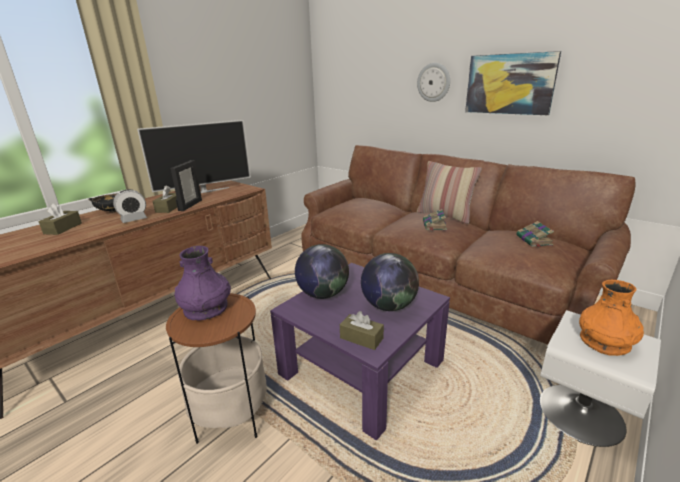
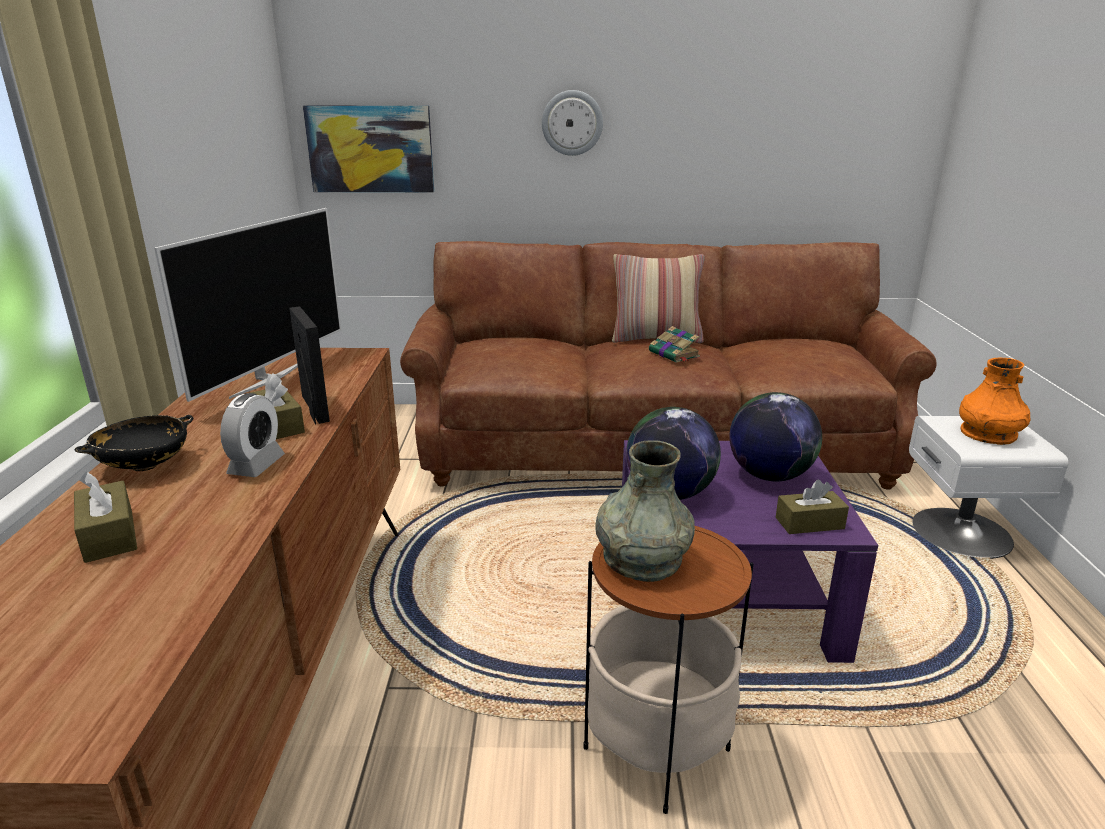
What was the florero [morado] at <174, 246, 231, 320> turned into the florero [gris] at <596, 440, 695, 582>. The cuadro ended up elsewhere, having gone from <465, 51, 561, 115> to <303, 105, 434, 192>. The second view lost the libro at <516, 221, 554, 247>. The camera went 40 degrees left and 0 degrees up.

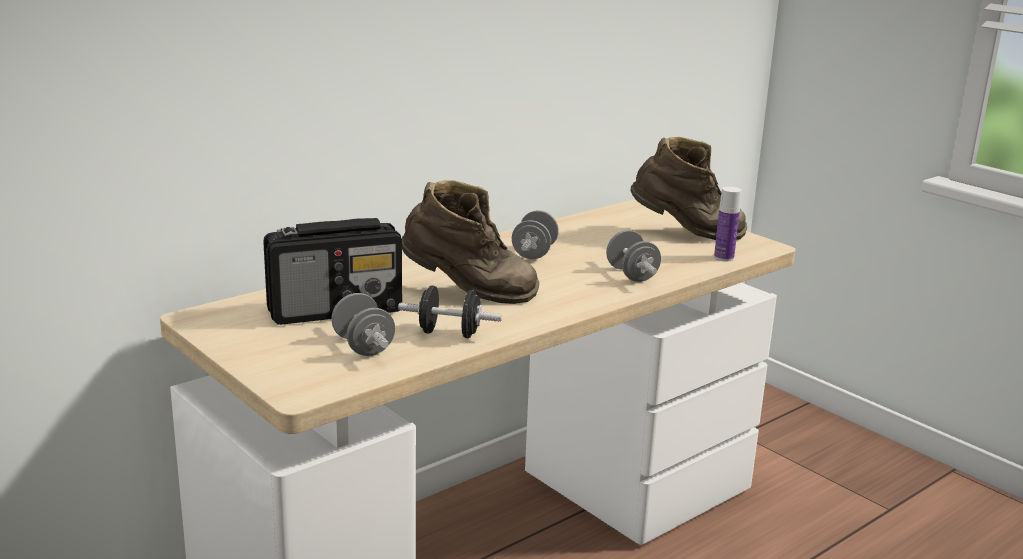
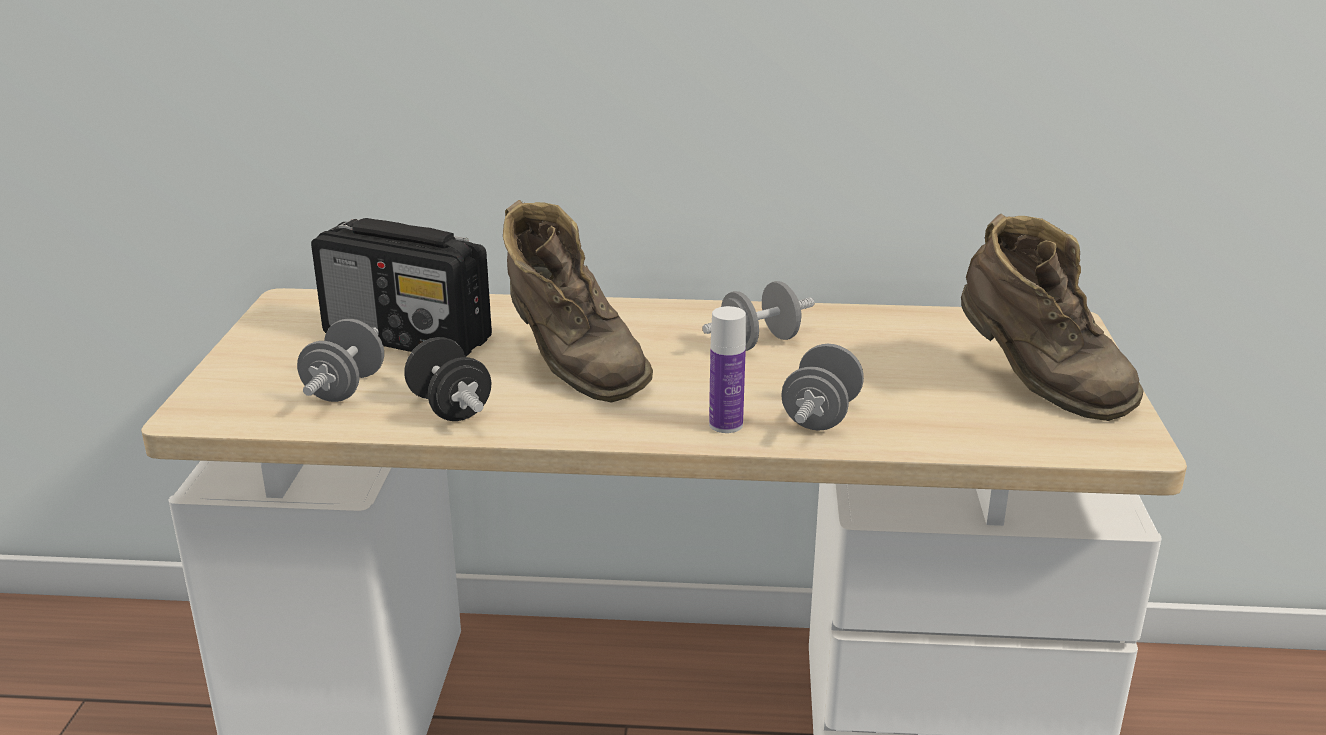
The botella ended up elsewhere, having gone from <714, 187, 742, 261> to <709, 306, 746, 433>. The camera went 45 degrees right and 5 degrees up.

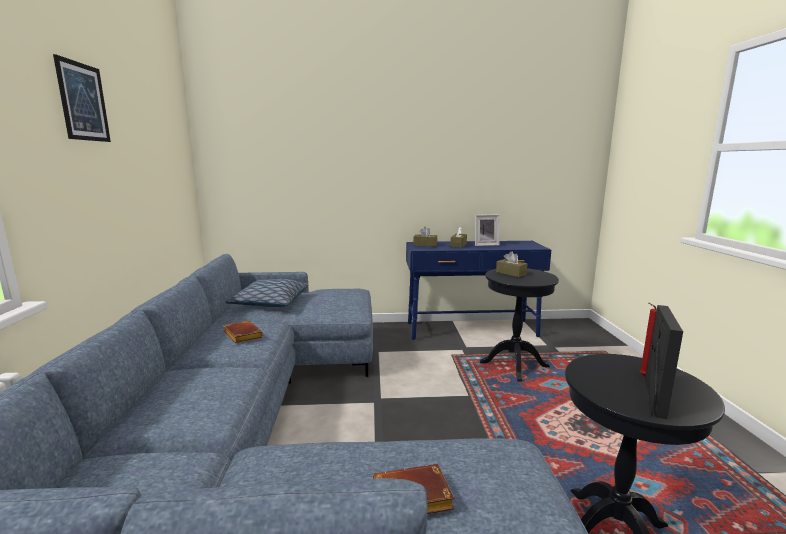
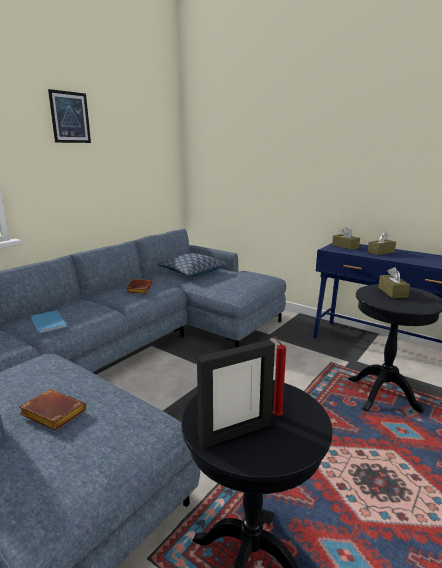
The second view lost the portarretratos at <475, 215, 500, 246>. The second view gained the libro [azul] at <31, 311, 67, 334>. The camera went 40 degrees right and 5 degrees up.

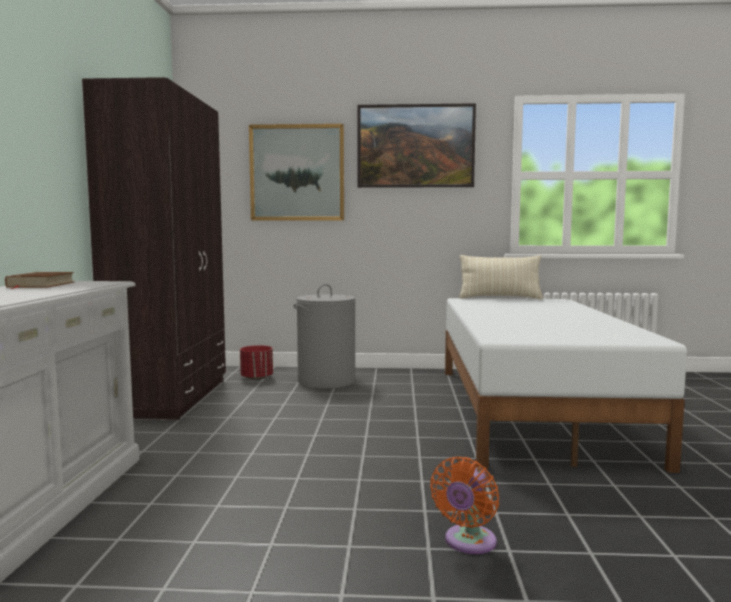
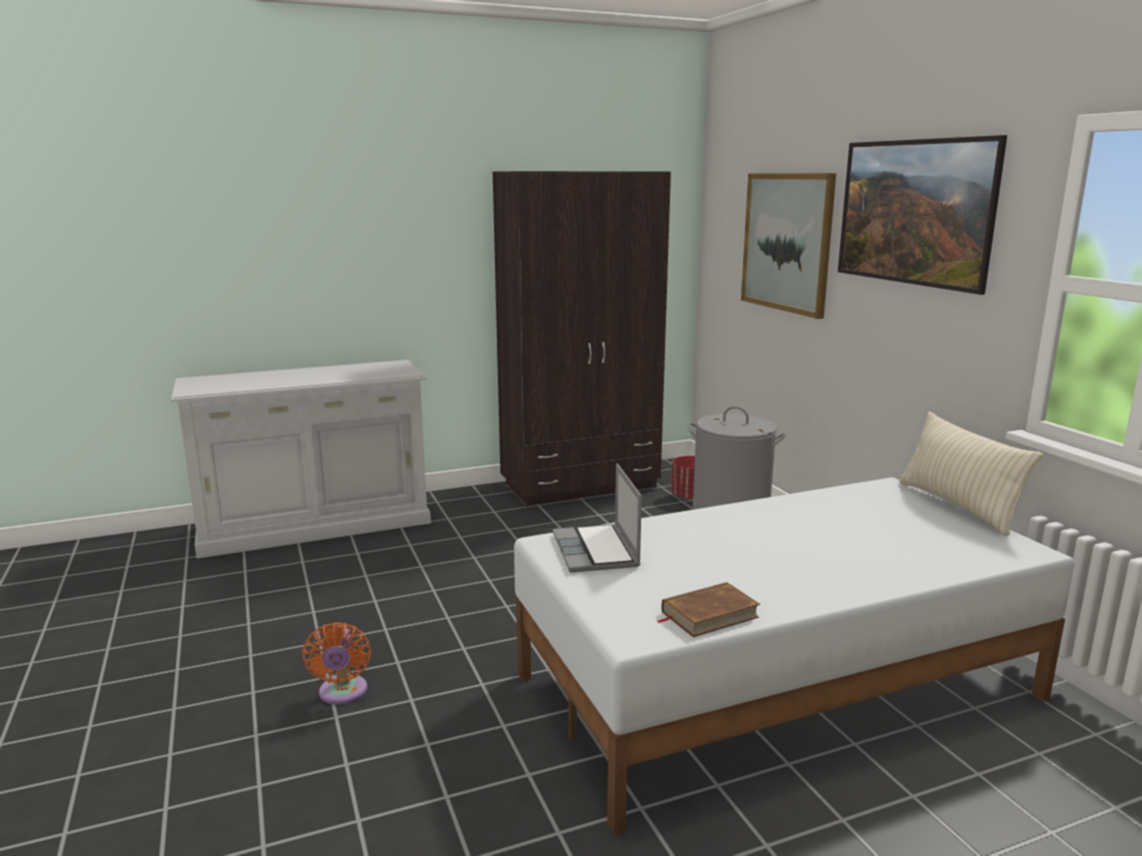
The libro [marrón] ended up elsewhere, having gone from <5, 272, 74, 289> to <657, 582, 760, 637>. The ventilador [naranja] at <430, 457, 499, 554> ended up facing another way, 105 degrees counterclockwise from before. The second view gained the portátil at <553, 463, 642, 573>. The camera went 65 degrees right and 10 degrees up.

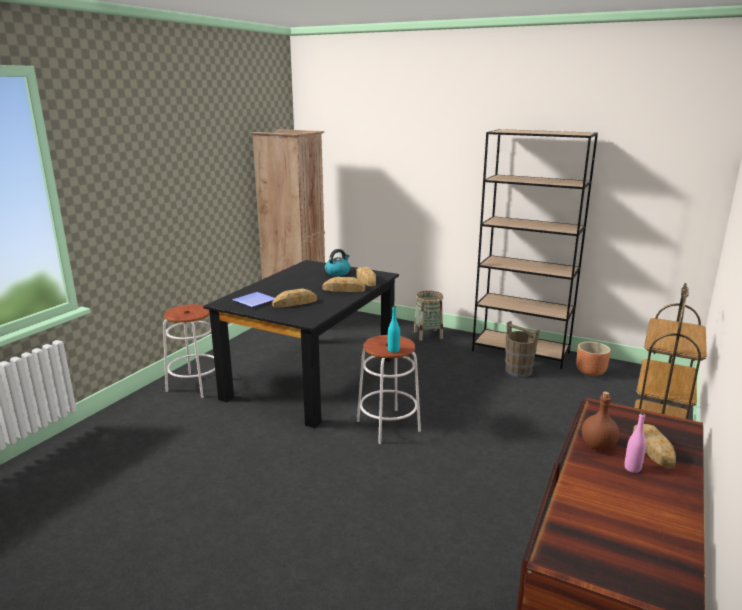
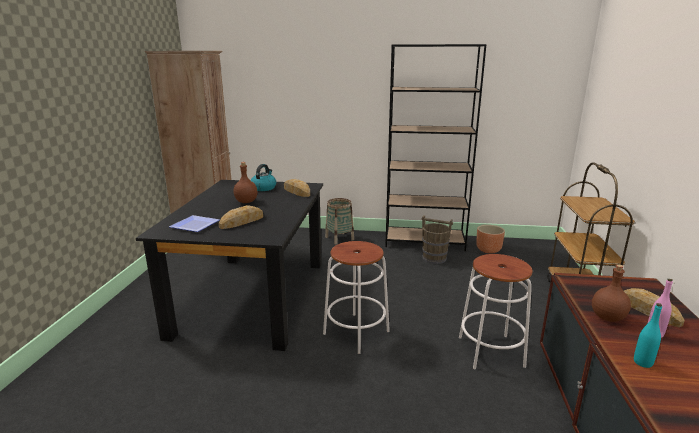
The taburete [blanco] ended up elsewhere, having gone from <163, 304, 215, 398> to <459, 254, 533, 369>. The second view lost the pan at <322, 277, 365, 292>. The botella [turquesa] ended up elsewhere, having gone from <388, 306, 400, 353> to <634, 303, 662, 368>. The second view gained the botella [marrón] at <233, 162, 258, 203>. The camera went 20 degrees left and 0 degrees up.

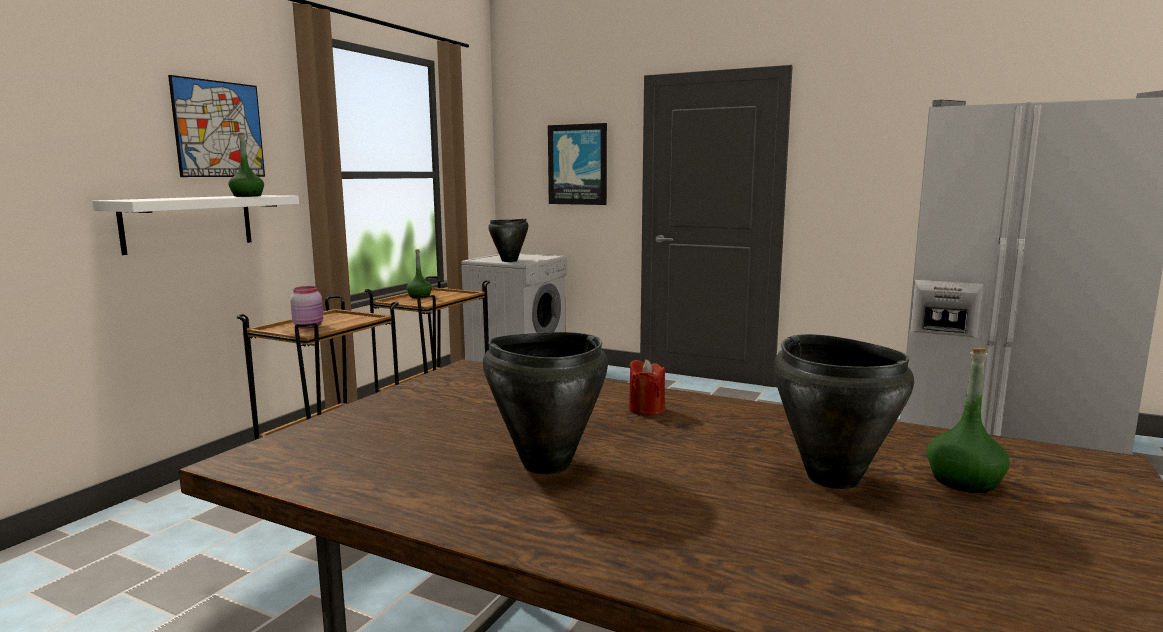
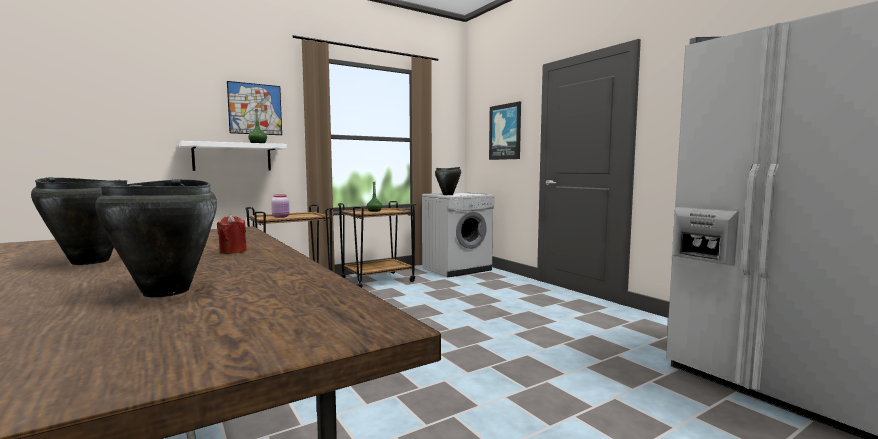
The second view lost the botella [verde] at <927, 347, 1010, 493>. The camera went 30 degrees right and 5 degrees down.

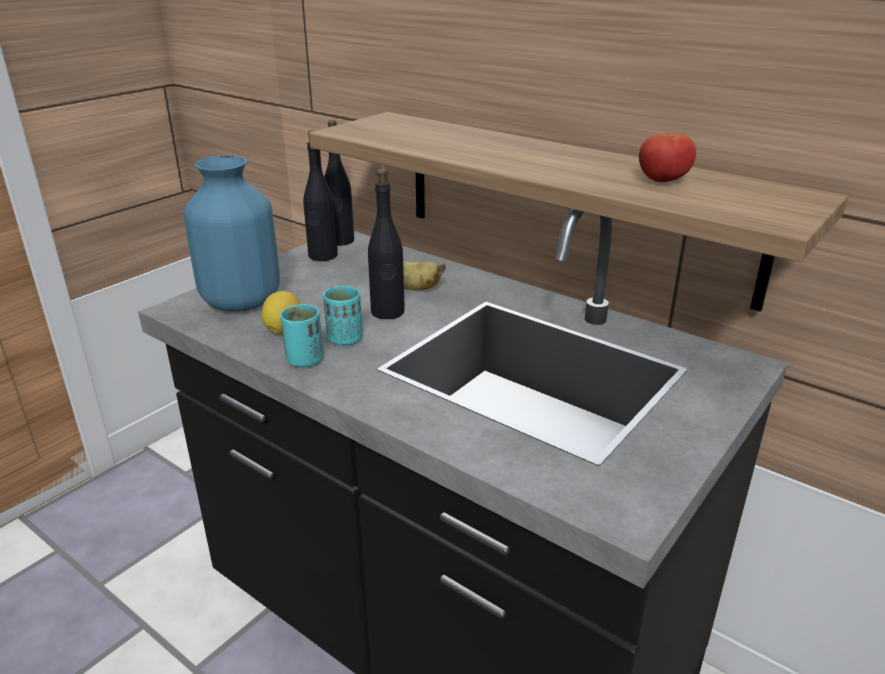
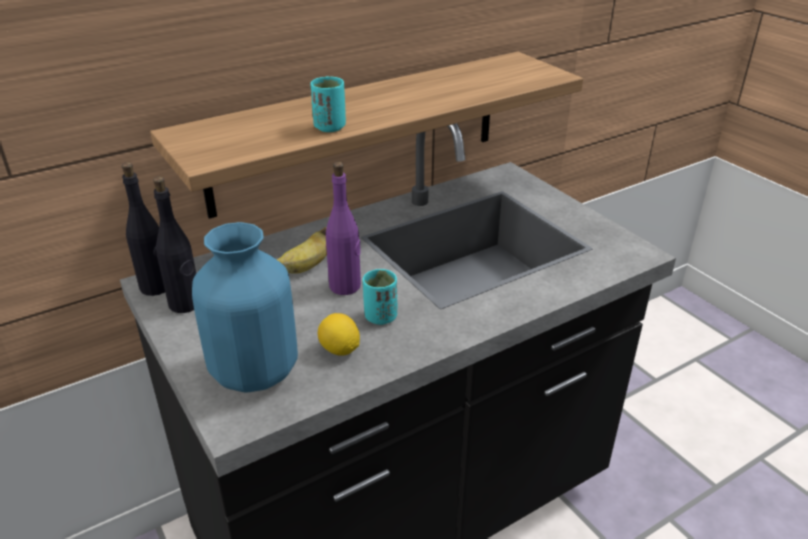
The taza [turquesa] ended up elsewhere, having gone from <280, 304, 323, 368> to <311, 77, 346, 132>. What was the botella [negro] at <368, 169, 405, 319> turned into the botella [morado] at <326, 162, 361, 295>. The second view lost the tomate at <639, 133, 696, 182>. The camera went 70 degrees left and 5 degrees up.

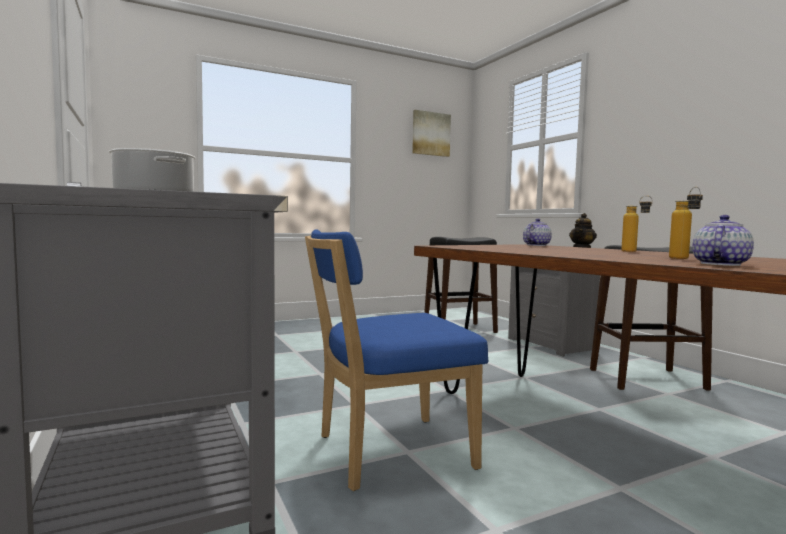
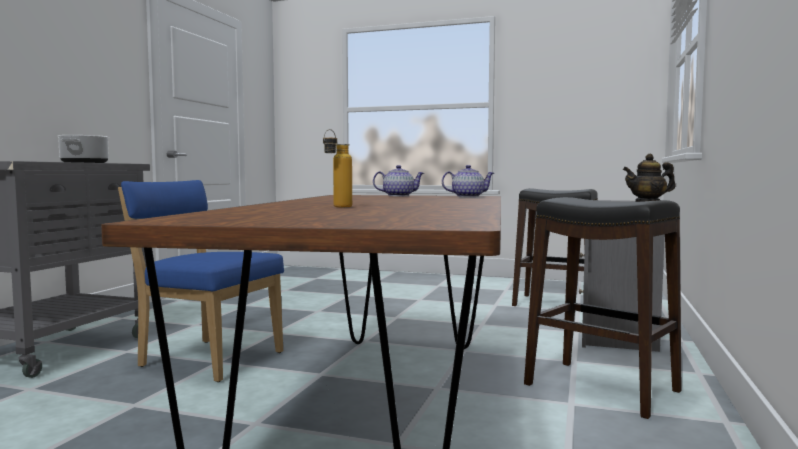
The second view lost the cuadro at <412, 110, 451, 157>. The second view lost the botella at <621, 196, 653, 252>. The tetera ended up elsewhere, having gone from <692, 215, 754, 266> to <373, 165, 424, 196>. The camera went 45 degrees right and 0 degrees up.

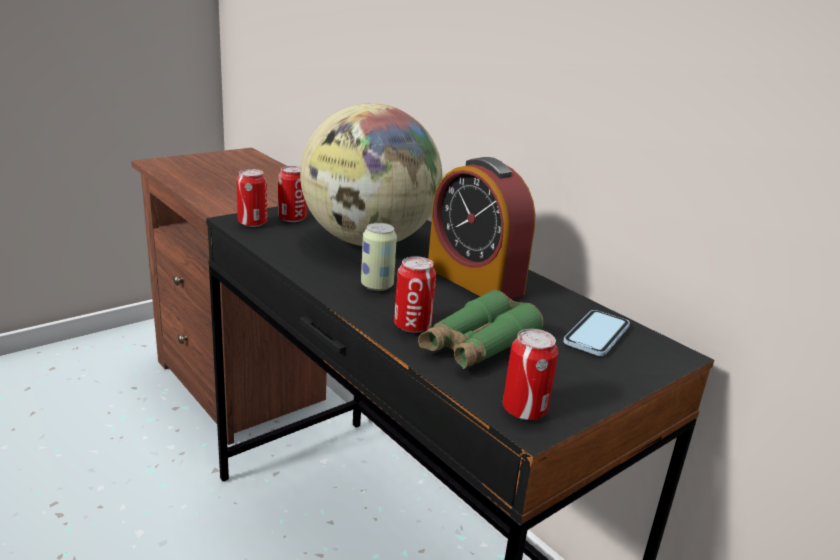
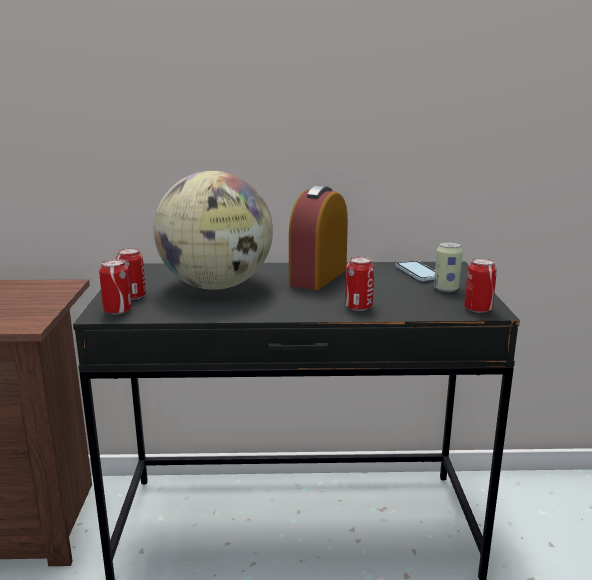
The lata ended up elsewhere, having gone from <361, 223, 397, 291> to <434, 242, 463, 292>. The second view lost the prismáticos [verde] at <418, 290, 544, 369>. The despertador at <428, 157, 536, 299> ended up facing another way, 120 degrees clockwise from before. The camera went 50 degrees left and 5 degrees down.

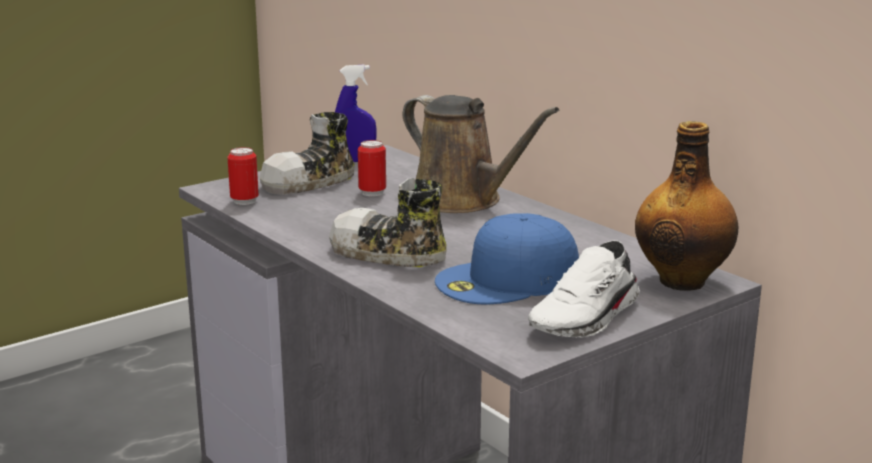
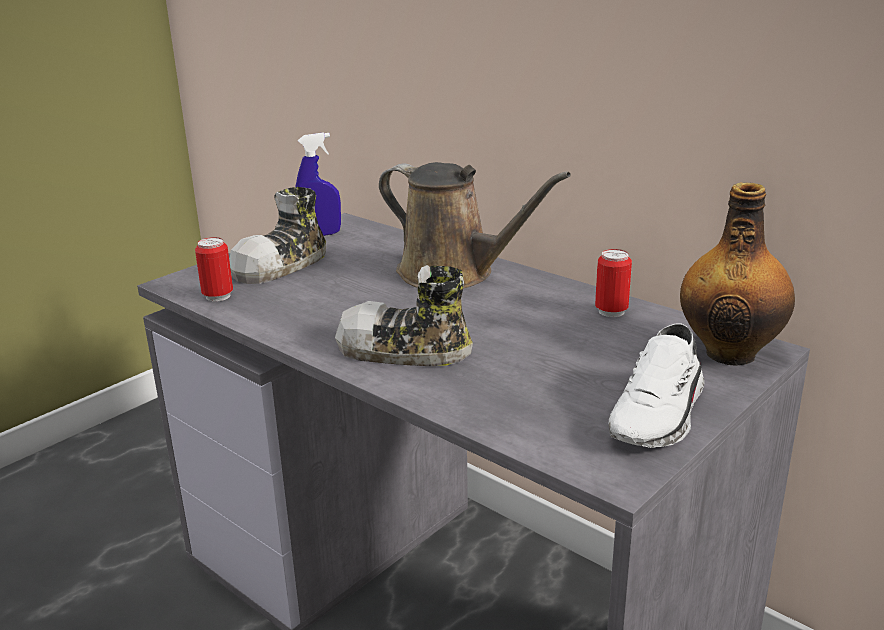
The lata ended up elsewhere, having gone from <358, 140, 386, 196> to <595, 249, 632, 317>. The second view lost the gorra [azul] at <435, 213, 579, 304>. The camera went 10 degrees left and 5 degrees up.

